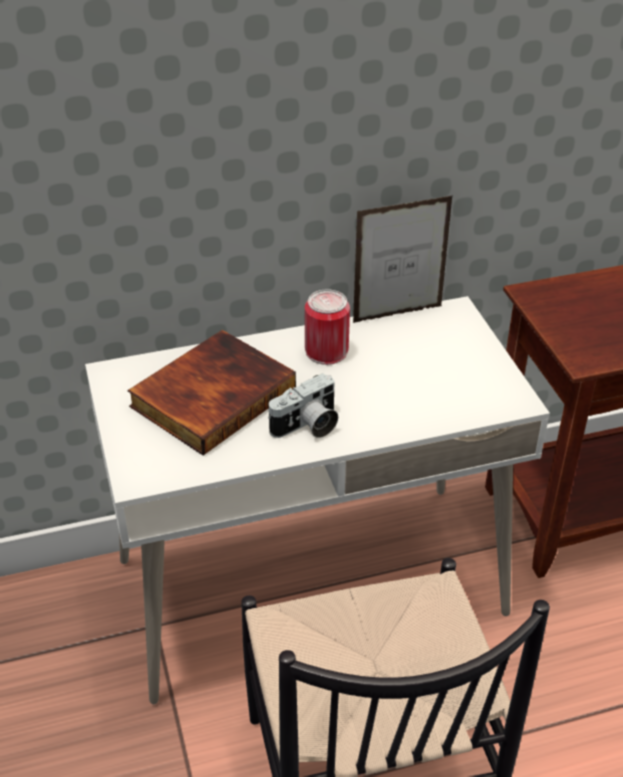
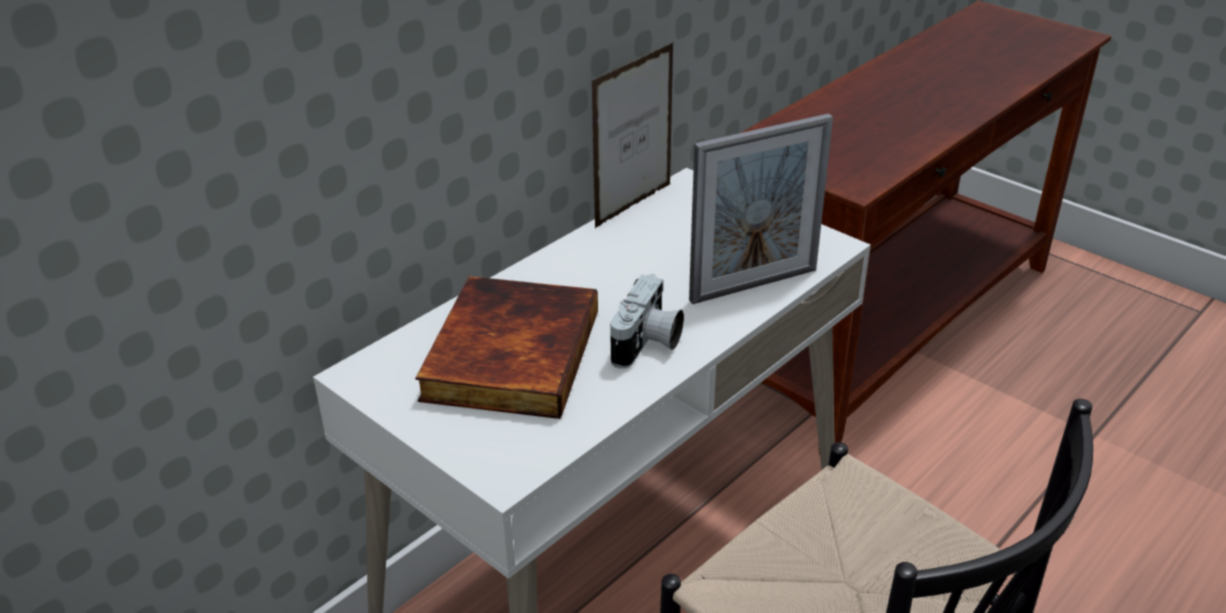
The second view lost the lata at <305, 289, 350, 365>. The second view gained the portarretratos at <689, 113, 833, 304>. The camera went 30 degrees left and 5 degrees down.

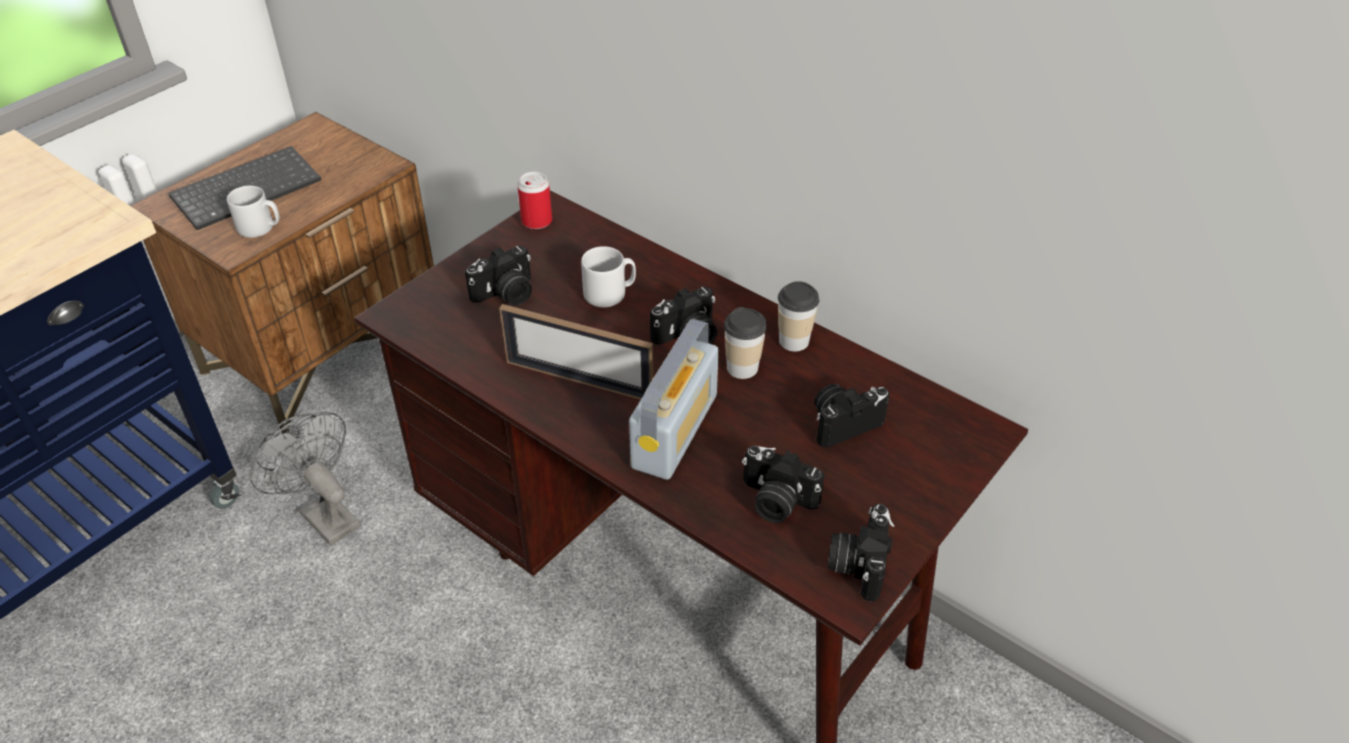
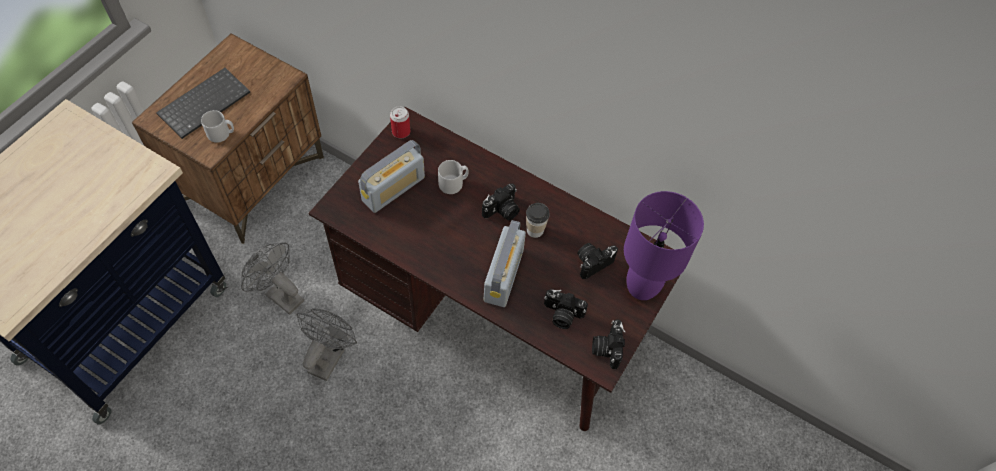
Where the cámara stood at <465, 246, 532, 306>, the radio came to stand at <358, 140, 425, 213>. The second view lost the portarretratos at <499, 304, 654, 400>. The second view lost the taza at <778, 281, 819, 351>. The second view gained the ventilador [gris] at <297, 309, 357, 381>. The second view gained the lámpara de mesa [morado] at <624, 191, 704, 300>. The camera went 10 degrees left and 15 degrees up.

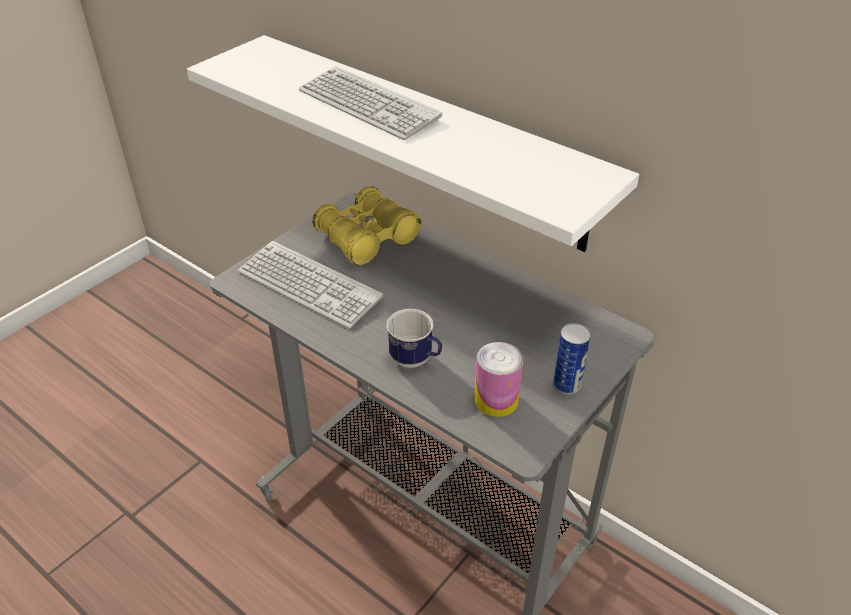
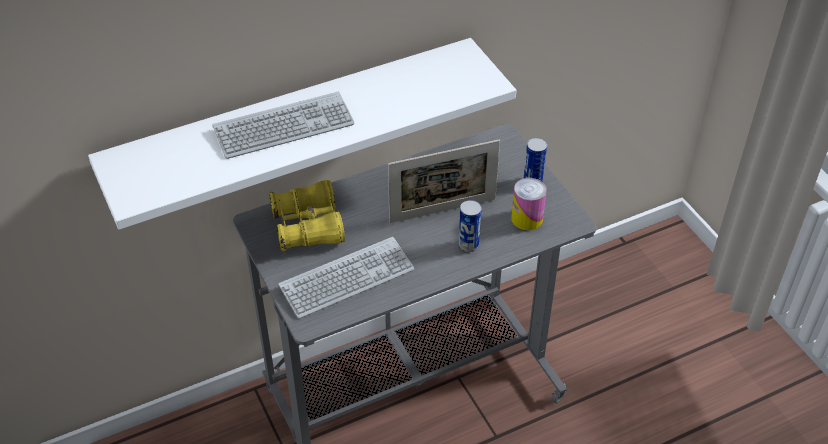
Where the taza grande stood at <386, 309, 442, 368>, the lata came to stand at <459, 200, 482, 252>. The second view gained the portarretratos at <388, 140, 500, 223>. The camera went 65 degrees left and 5 degrees up.

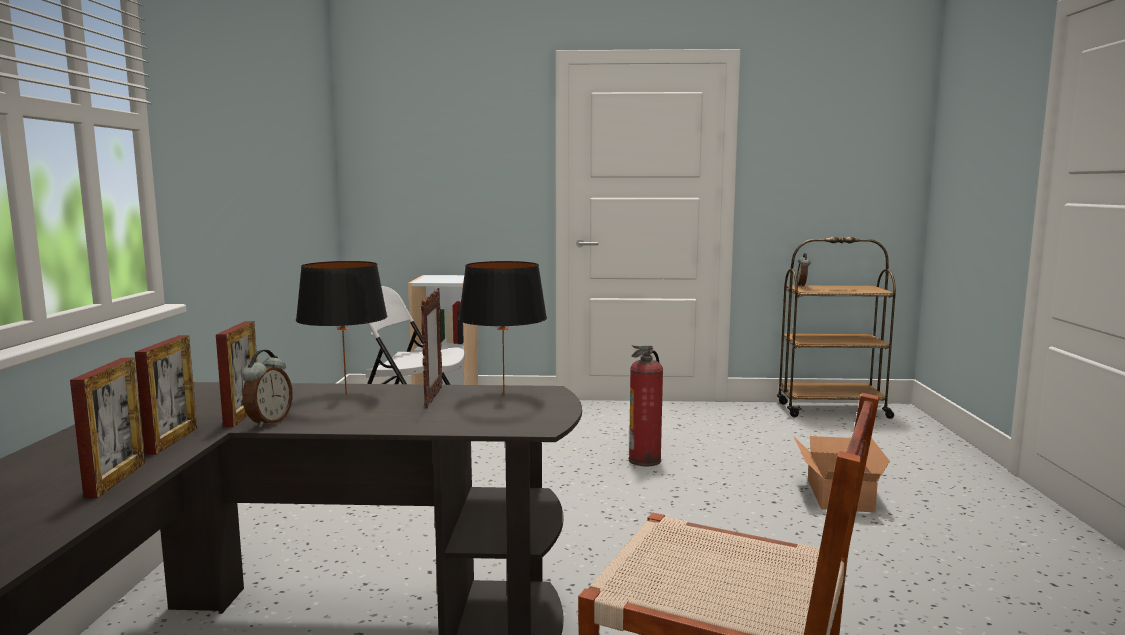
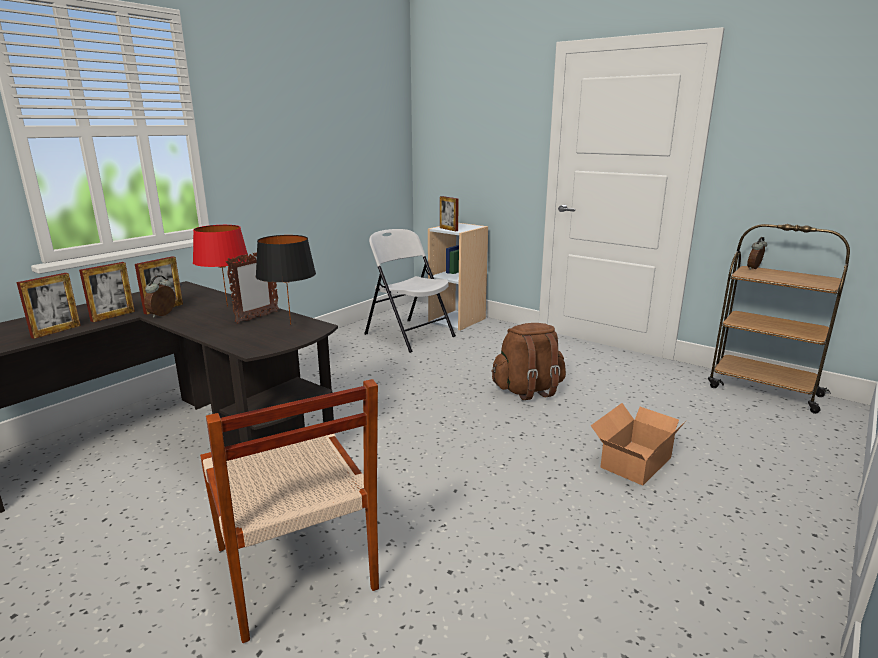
The despertador at <242, 350, 293, 428> ended up facing another way, 150 degrees clockwise from before. What was the lámpara de mesa [negro] at <296, 261, 388, 396> turned into the lámpara de mesa [rojo] at <193, 225, 248, 307>. Where the extintor stood at <629, 345, 663, 466>, the mochila [marrón] came to stand at <491, 323, 566, 400>. The second view gained the portarretratos at <440, 196, 459, 232>. The camera went 35 degrees right and 10 degrees up.

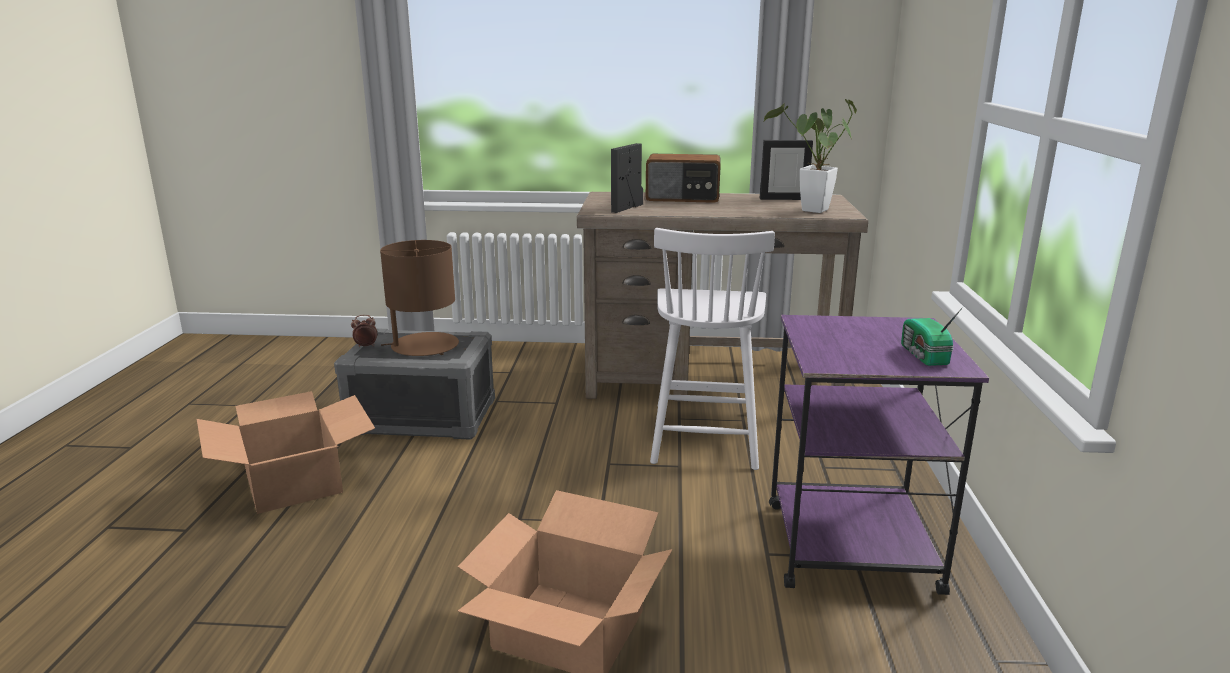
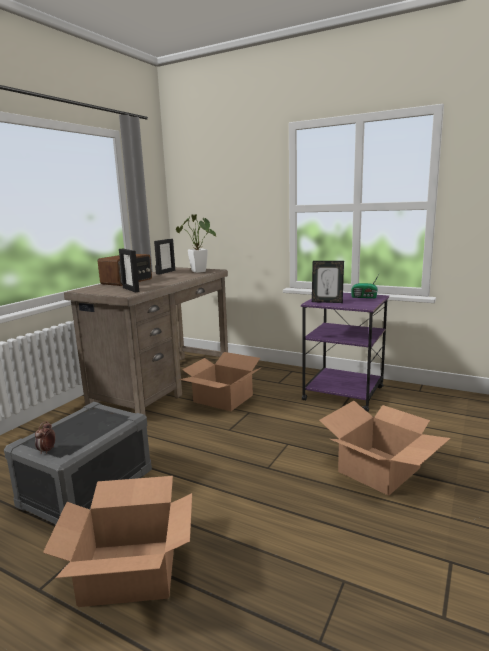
The second view lost the lámpara de mesa [marrón] at <380, 240, 459, 356>. Where the silla [blanco] stood at <650, 228, 775, 470>, the caja de cartón came to stand at <179, 352, 262, 411>. The second view gained the portarretratos at <312, 261, 344, 303>. The camera went 65 degrees left and 5 degrees down.

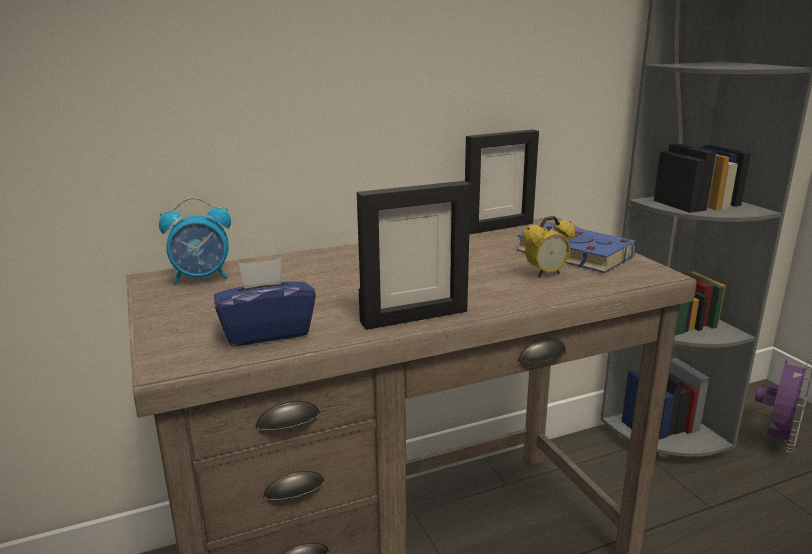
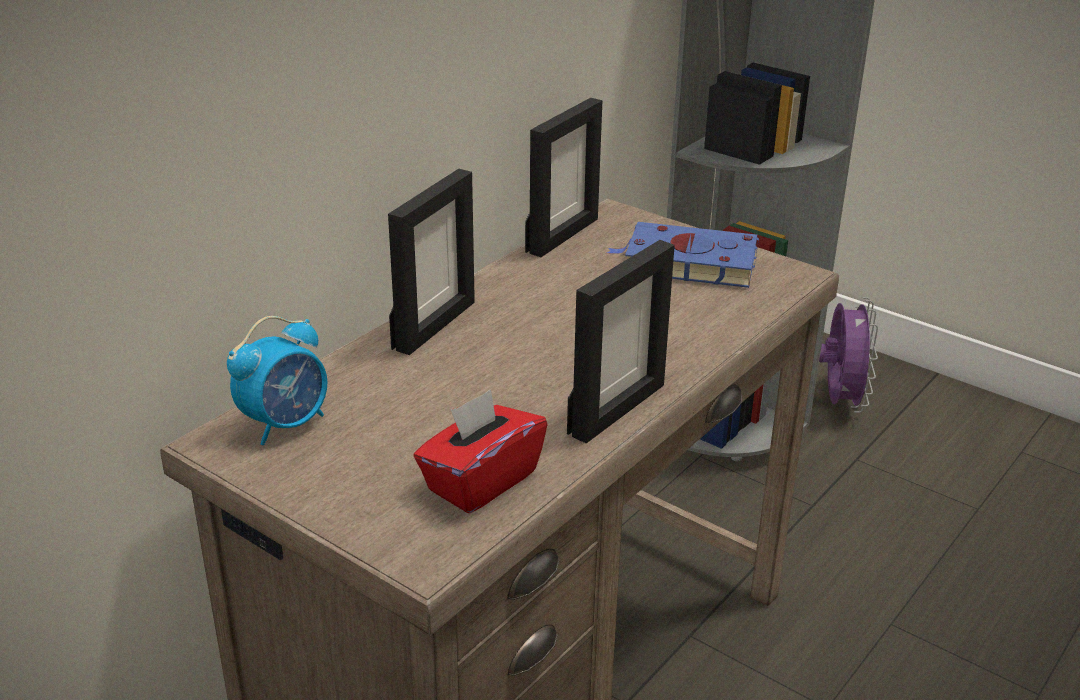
What was the caja de pañuelos [azul] at <214, 259, 316, 346> turned into the caja de pañuelos [rojo] at <413, 389, 548, 513>. The second view lost the despertador at <523, 216, 575, 278>. The second view gained the portarretratos at <388, 169, 475, 355>. The camera went 30 degrees left and 10 degrees up.

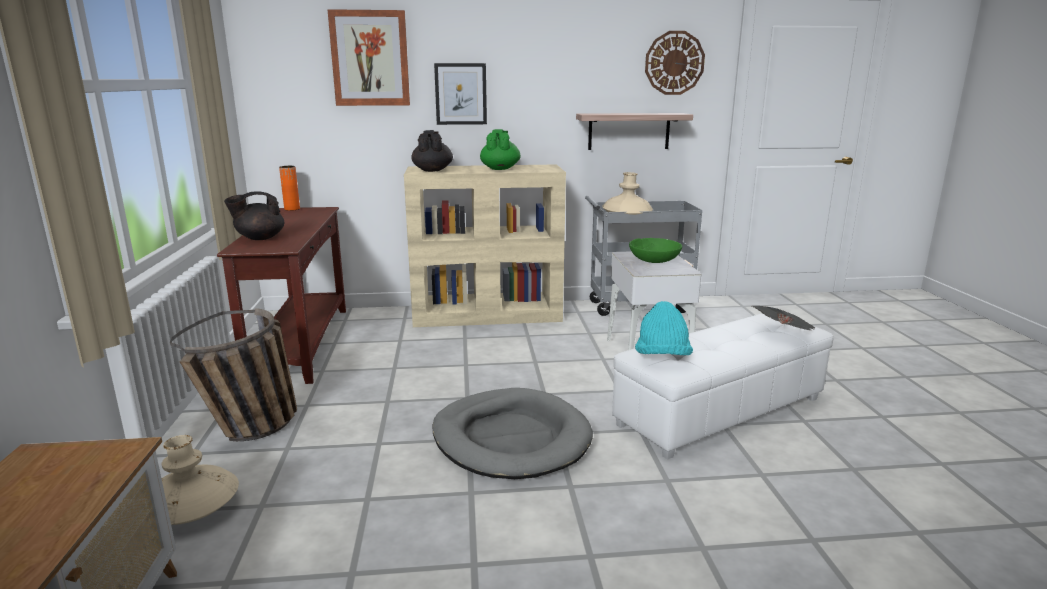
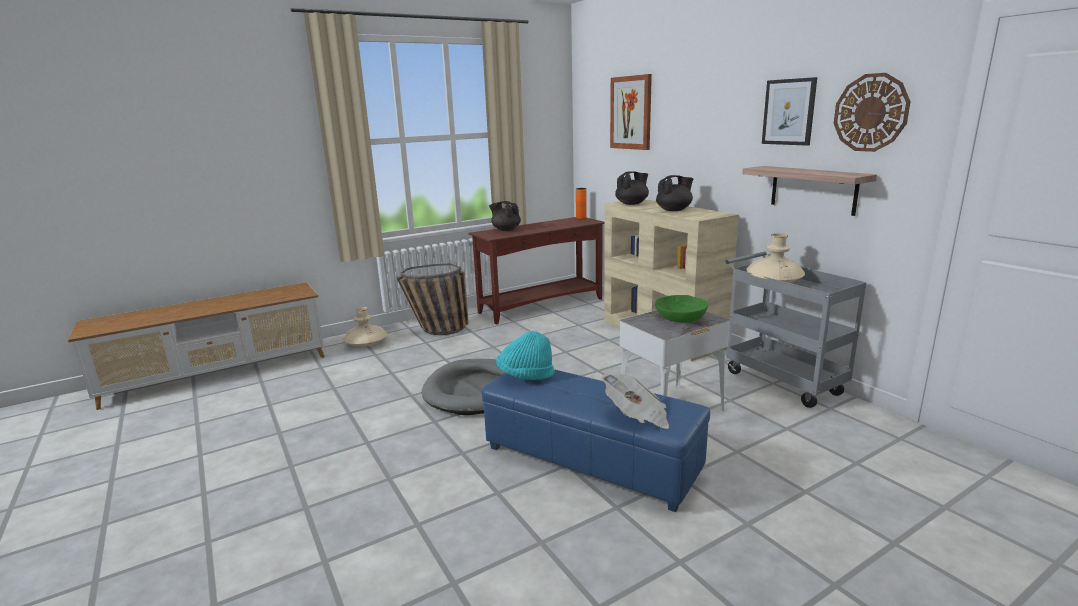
The cuadro ended up elsewhere, having gone from <434, 63, 487, 125> to <762, 77, 817, 146>. What was the tetera [verde] at <480, 129, 520, 170> turned into the tetera [negro] at <656, 175, 694, 211>. What was the puf [blanco] at <612, 313, 834, 460> turned into the puf [azul] at <482, 369, 710, 512>. The camera went 65 degrees right and 0 degrees up.

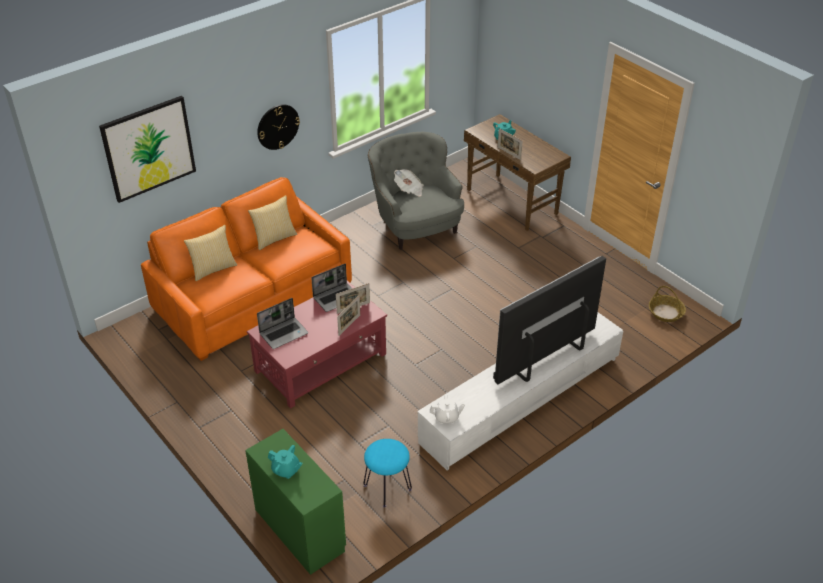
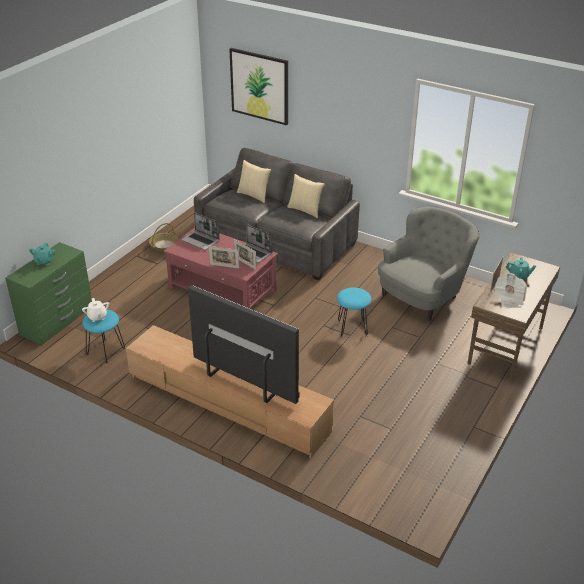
What was the sofá [naranja] at <141, 177, 352, 361> turned into the sofá [gris] at <194, 148, 360, 280>. The second view lost the reloj de pared at <257, 104, 300, 150>. The periódico ended up elsewhere, having gone from <394, 169, 424, 197> to <494, 273, 527, 309>. What was the mueble de televisión [blanco] at <417, 312, 623, 470> turned into the mueble de televisión [marrón] at <126, 325, 334, 458>. The tetera [blanco] ended up elsewhere, having gone from <430, 394, 465, 424> to <82, 298, 109, 322>. The cesta ended up elsewhere, having gone from <649, 286, 686, 322> to <149, 223, 178, 252>. The second view gained the taburete [turquesa] at <337, 288, 372, 337>. The camera went 70 degrees right and 5 degrees down.

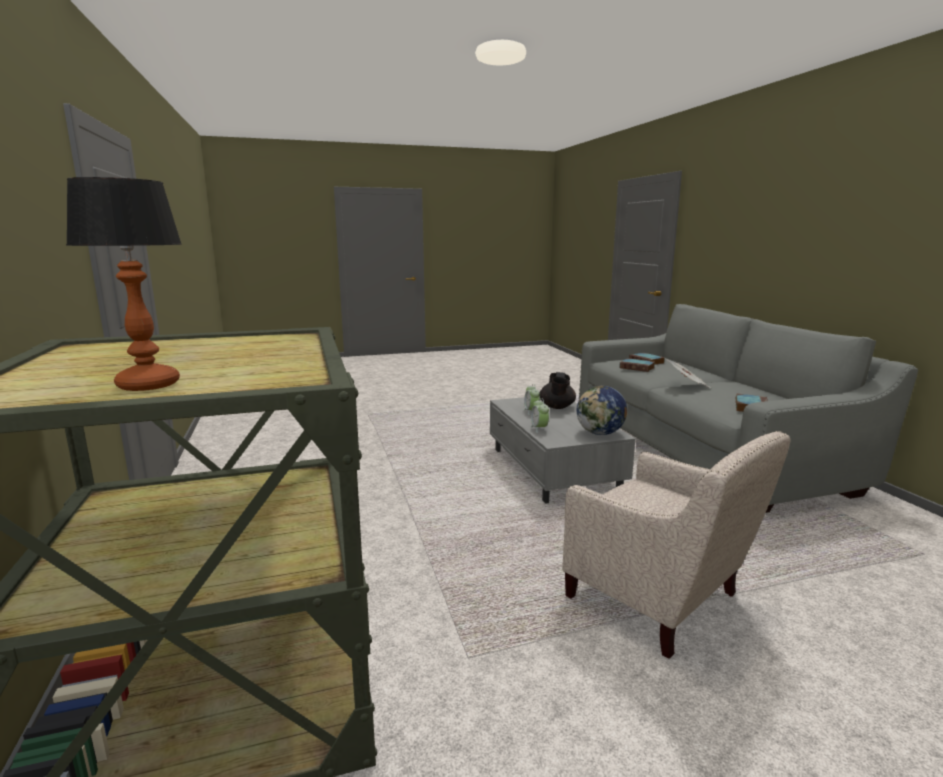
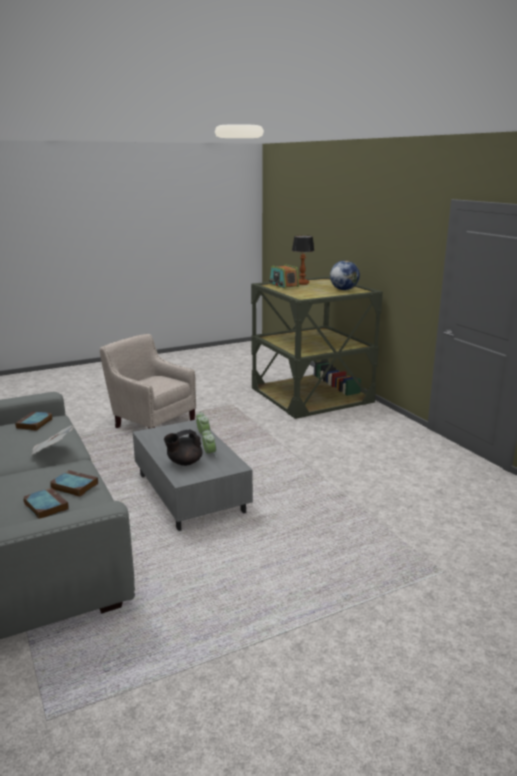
The tetera [negro] at <539, 372, 576, 409> ended up facing another way, 120 degrees counterclockwise from before. The globo terráqueo ended up elsewhere, having gone from <577, 386, 627, 435> to <330, 260, 360, 290>. The second view gained the radio at <269, 264, 299, 289>. The camera went 170 degrees right and 5 degrees up.

